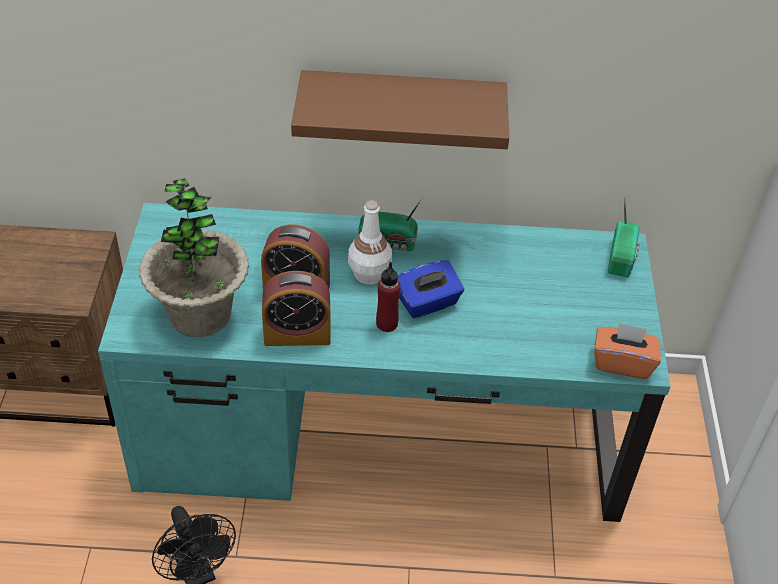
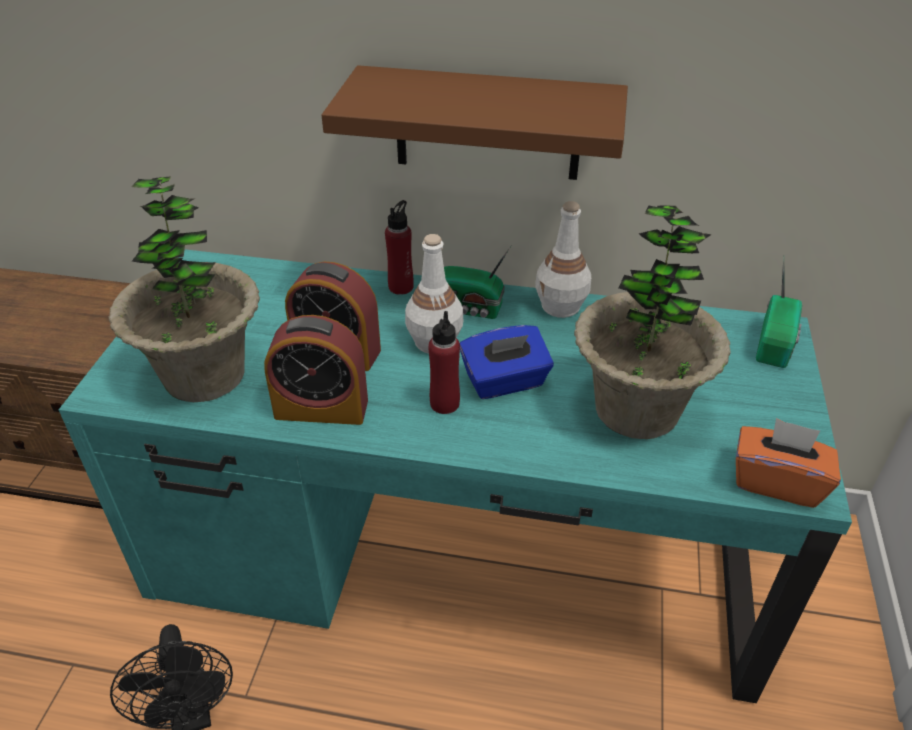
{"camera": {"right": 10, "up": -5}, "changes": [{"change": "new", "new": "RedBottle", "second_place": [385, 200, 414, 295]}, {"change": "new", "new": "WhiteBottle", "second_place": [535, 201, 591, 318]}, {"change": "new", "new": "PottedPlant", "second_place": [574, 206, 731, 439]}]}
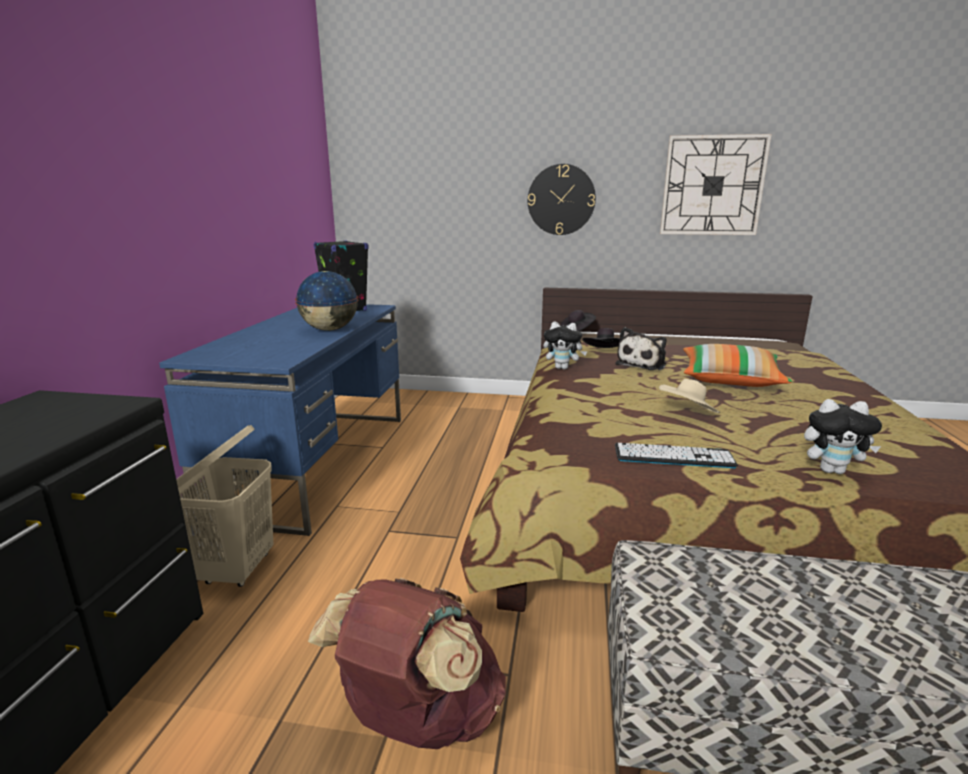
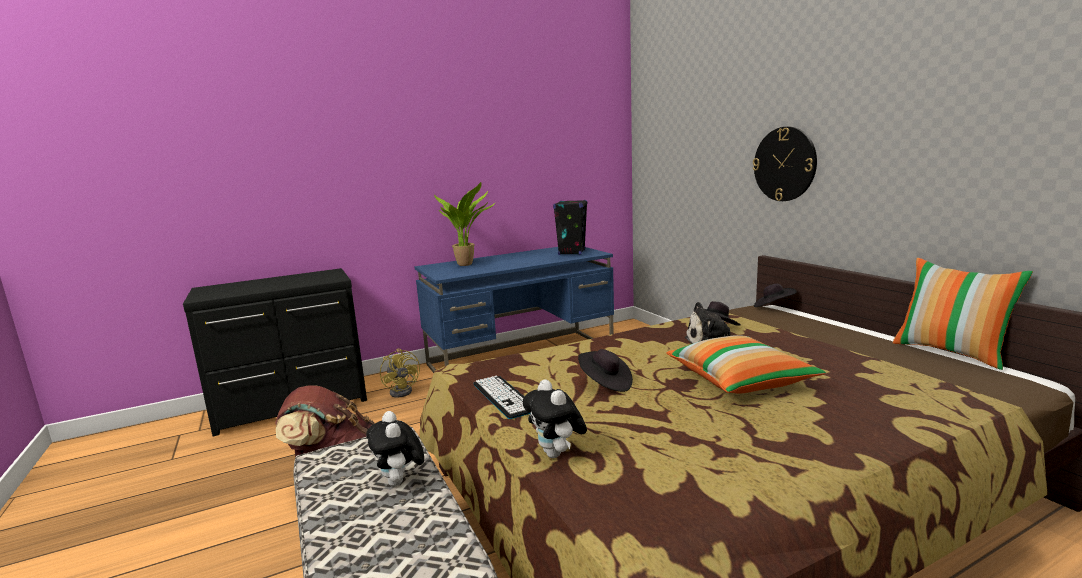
{"camera": {"right": 55, "up": -5}, "changes": [{"change": "gone", "old": "WallClock", "first_place": [660, 134, 771, 235]}, {"change": "gone", "old": "Globe", "first_place": [295, 271, 359, 331]}, {"change": "shifted", "old": "PlushToy", "first_place": [544, 322, 587, 369], "second_place": [366, 411, 424, 486]}, {"change": "repainted", "old": "BeigeHat", "new": "BlackHat", "first_place": [659, 379, 720, 413], "second_place": [578, 349, 633, 392]}, {"change": "swapped", "old": "BeigeLaundryBasket", "new": "YellowFan", "first_place": [176, 425, 273, 587], "second_place": [380, 349, 420, 398]}, {"change": "new", "new": "PottedPlant", "second_place": [434, 182, 496, 266]}, {"change": "new", "new": "Pillow", "second_place": [893, 258, 1033, 370]}]}
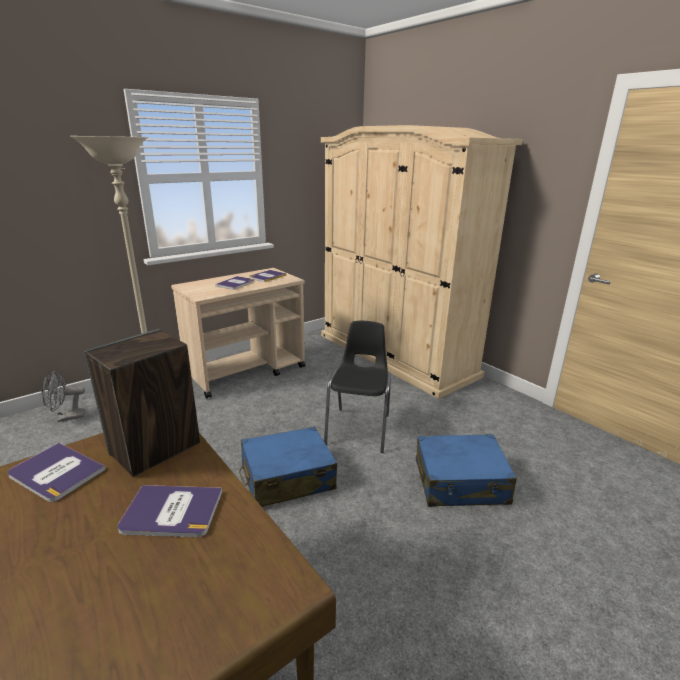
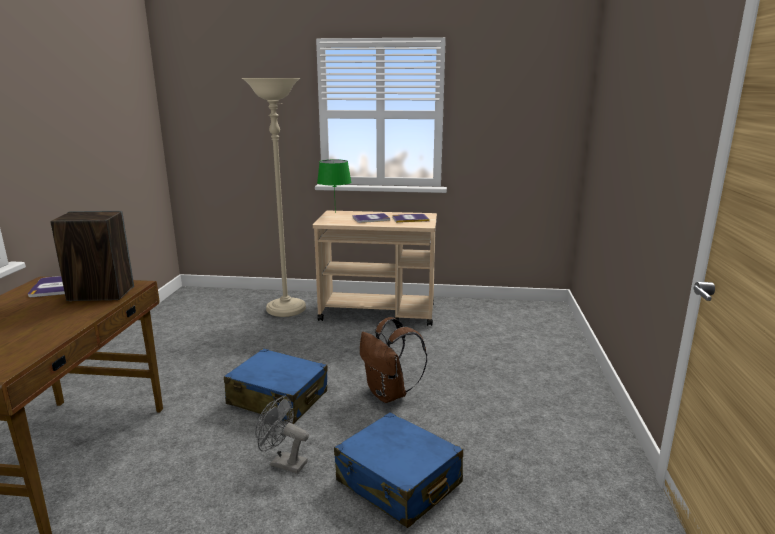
{"camera": {"right": 45, "up": -5}, "changes": [{"change": "gone", "old": "BeigeWardrobe", "first_place": [321, 125, 523, 399]}, {"change": "swapped", "old": "BlackChair", "new": "BrownBackpack", "first_place": [324, 321, 391, 453], "second_place": [360, 317, 427, 403]}, {"change": "shifted", "old": "GreyFan", "first_place": [41, 371, 85, 422], "second_place": [255, 396, 309, 473]}, {"change": "gone", "old": "Book", "first_place": [117, 485, 222, 538]}, {"change": "new", "new": "GreenTableLamp", "second_place": [317, 159, 351, 213]}]}
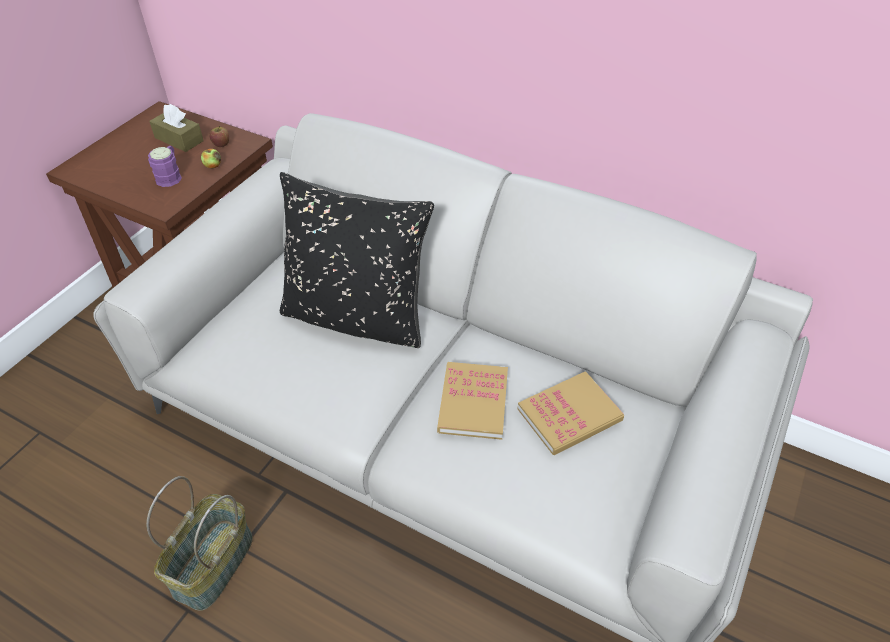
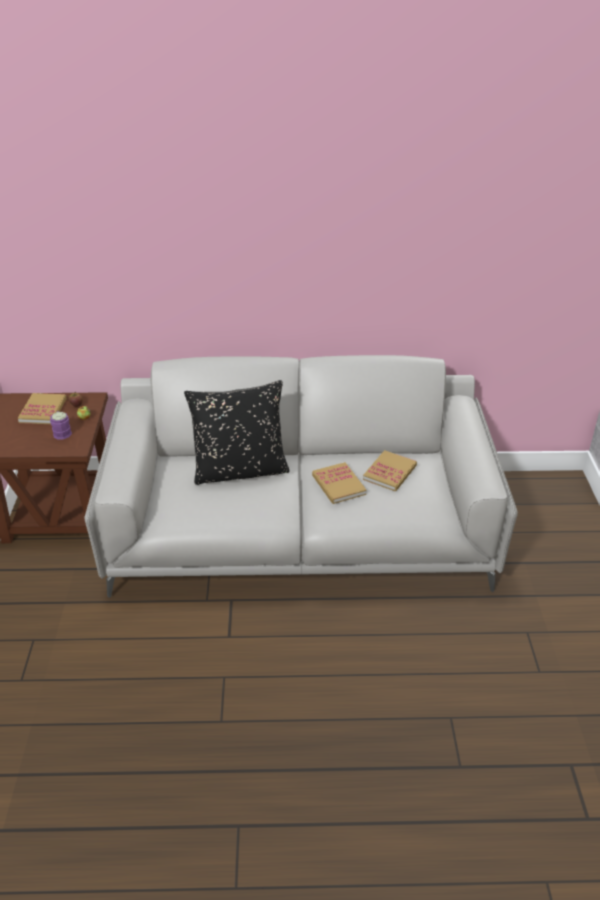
{"camera": {"right": -30, "up": -10}, "changes": [{"change": "swapped", "old": "BrownTissueBox", "new": "Book", "first_place": [149, 104, 204, 152], "second_place": [18, 393, 67, 424]}, {"change": "gone", "old": "Basket", "first_place": [146, 476, 253, 611]}]}
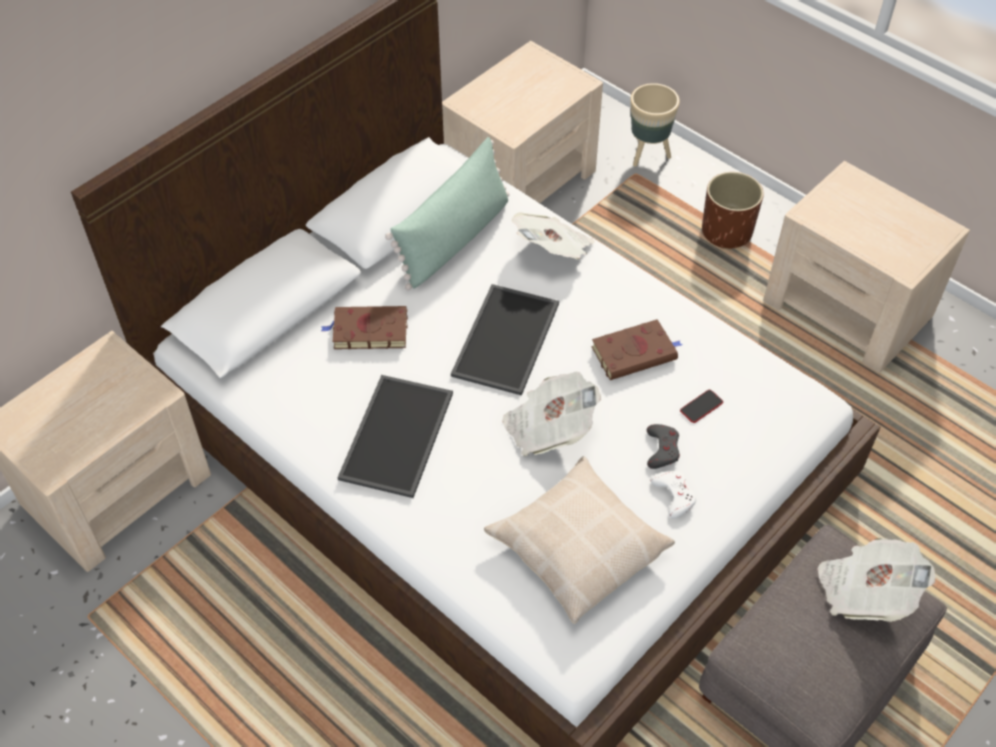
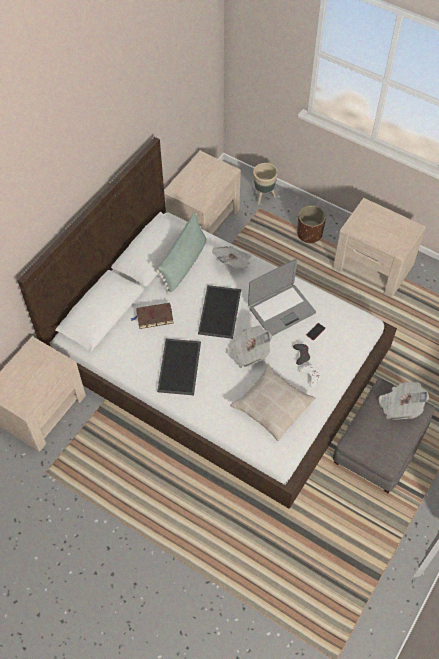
{"camera": {"right": -10, "up": 5}, "changes": [{"change": "swapped", "old": "BrownBook", "new": "Laptop", "first_place": [591, 319, 682, 380], "second_place": [248, 259, 316, 336]}]}
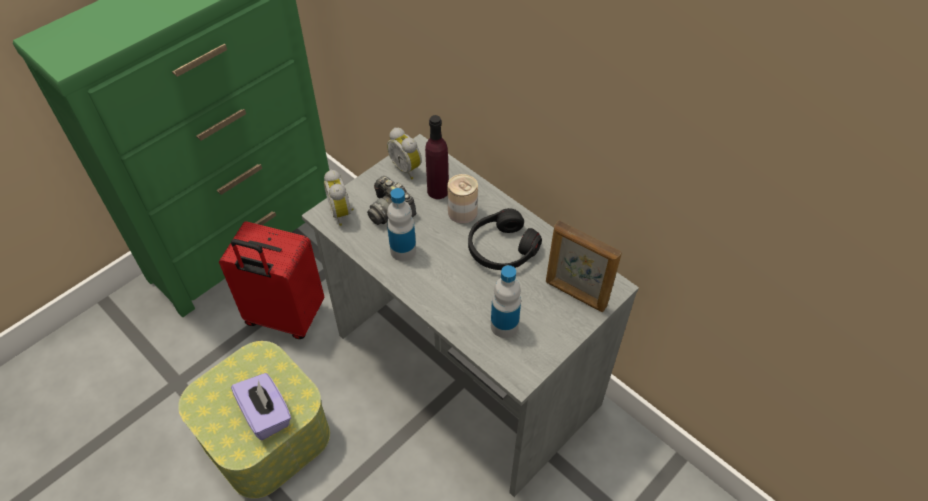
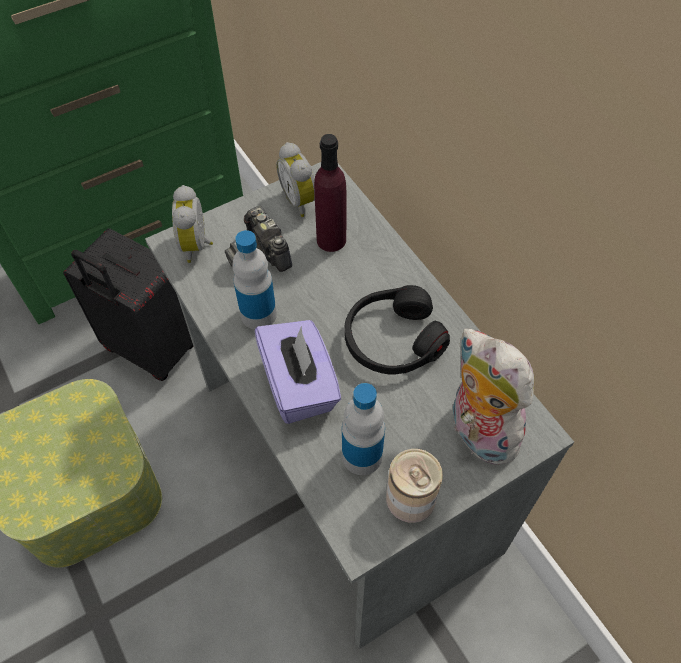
{"camera": {"right": 15, "up": 5}, "changes": [{"change": "shifted", "old": "Can", "first_place": [447, 174, 478, 224], "second_place": [386, 449, 443, 523]}, {"change": "swapped", "old": "PictureFrame", "new": "PlushToy", "first_place": [546, 220, 622, 312], "second_place": [453, 328, 534, 465]}, {"change": "repainted", "old": "RedSuitcase", "new": "BlackSuitcase", "first_place": [219, 221, 324, 339], "second_place": [63, 228, 193, 381]}, {"change": "shifted", "old": "PurpleTissueBox", "first_place": [231, 373, 291, 440], "second_place": [255, 320, 341, 424]}]}
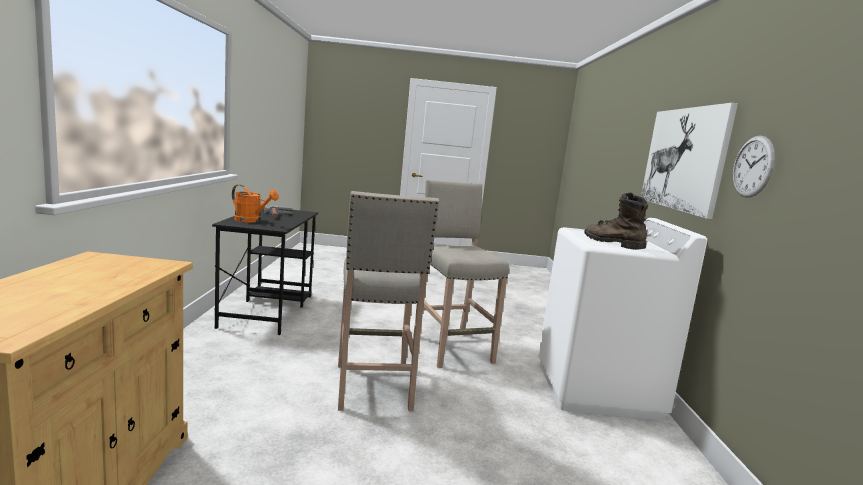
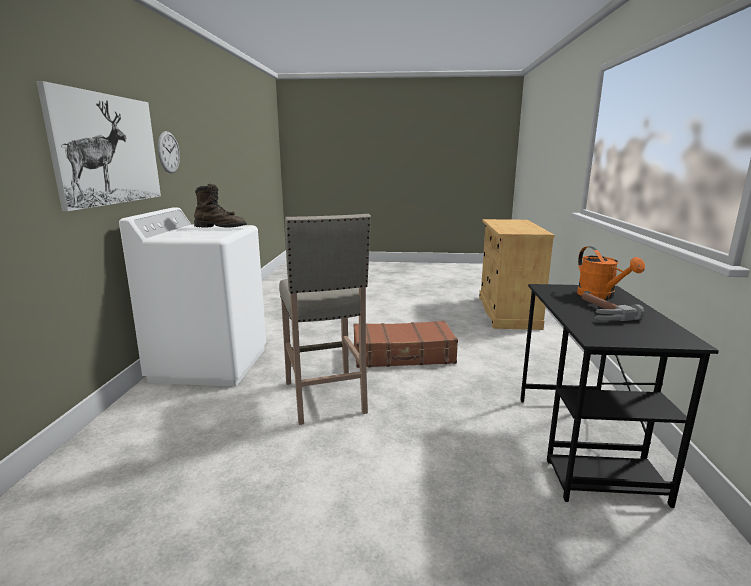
{"camera": {"right": -175, "up": 5}, "changes": [{"change": "rotated", "old": "OrangeWateringCan", "first_place": [232, 185, 279, 223], "second_place": [577, 246, 645, 300], "degrees": -135}, {"change": "swapped", "old": "BeigeStool", "new": "BrownSuitcase", "first_place": [338, 191, 439, 411], "second_place": [353, 321, 458, 368]}, {"change": "rotated", "old": "BrownBoot", "first_place": [584, 193, 648, 250], "second_place": [194, 184, 246, 228], "degrees": -45}]}
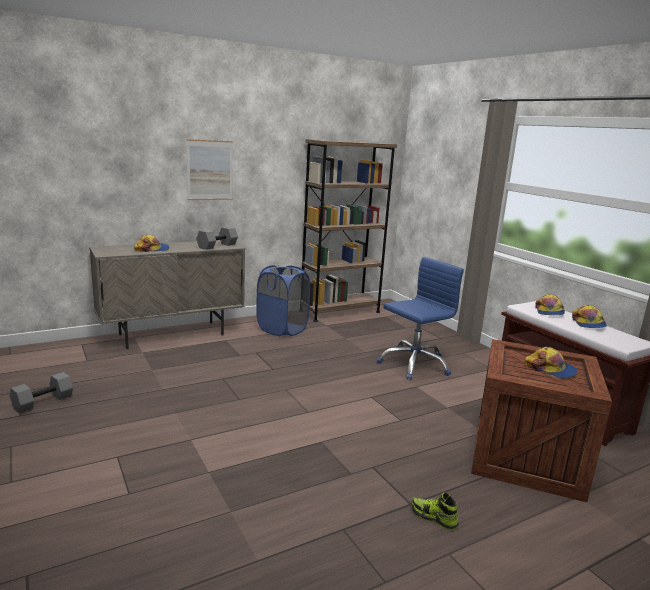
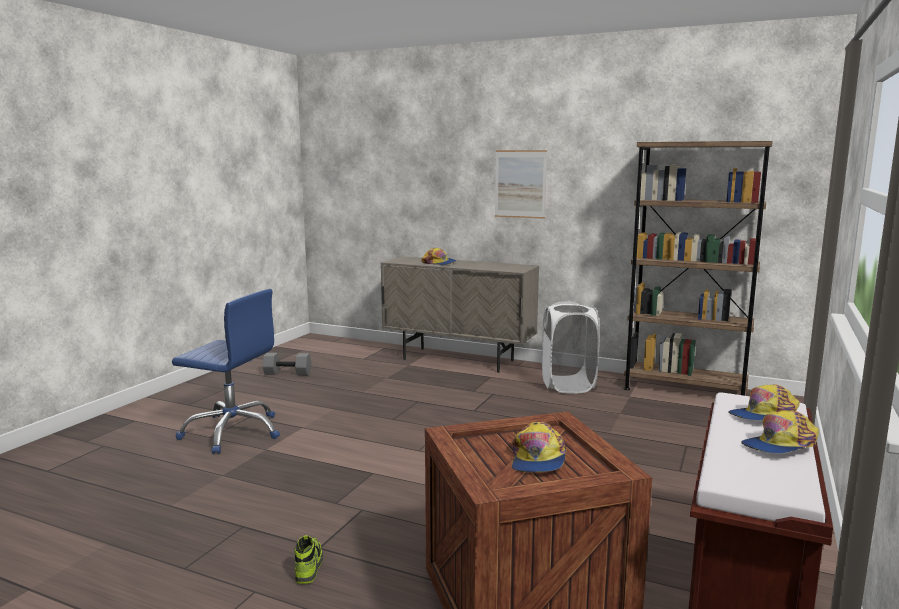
{"camera": {"right": 55, "up": -5}, "changes": [{"change": "gone", "old": "GreyDumbbell", "first_place": [196, 226, 238, 250]}, {"change": "shifted", "old": "BlueOfficeChair", "first_place": [376, 257, 464, 380], "second_place": [172, 289, 280, 454]}, {"change": "repainted", "old": "BlueLaundryBasket", "new": "WhiteLaundryBasket", "first_place": [256, 265, 310, 336], "second_place": [542, 302, 600, 394]}]}
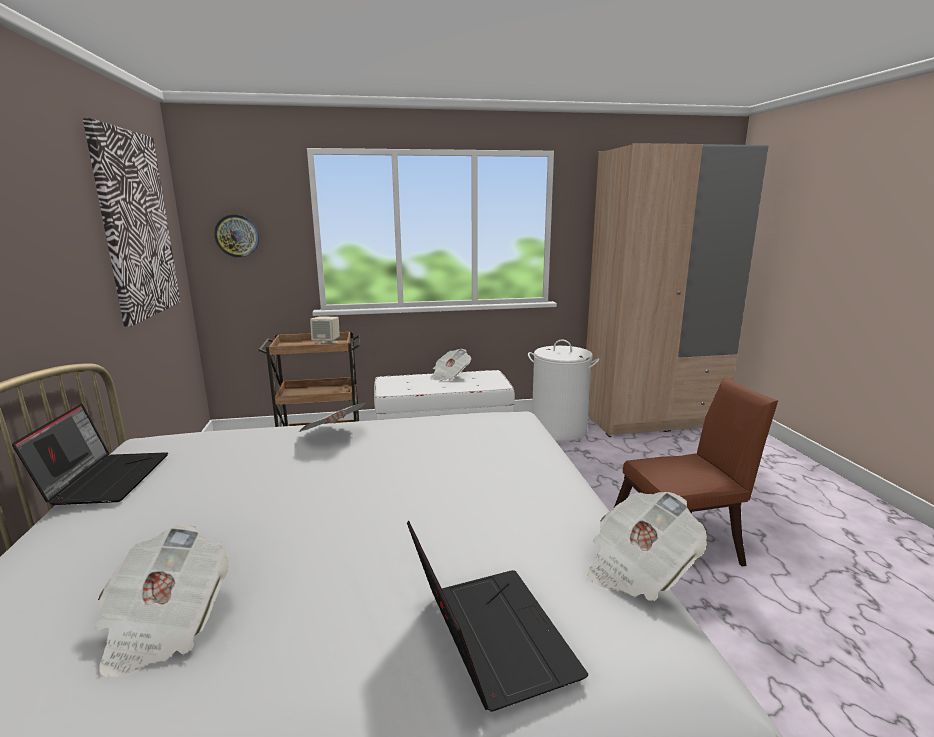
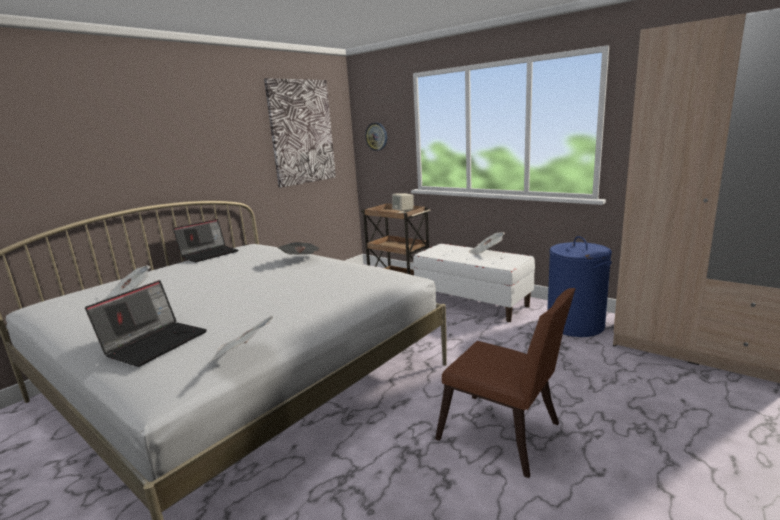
{"camera": {"right": 50, "up": 0}, "changes": [{"change": "repainted", "old": "WhiteLaundryBasket", "new": "BlueLaundryBasket", "first_place": [528, 340, 600, 441], "second_place": [547, 236, 612, 337]}]}
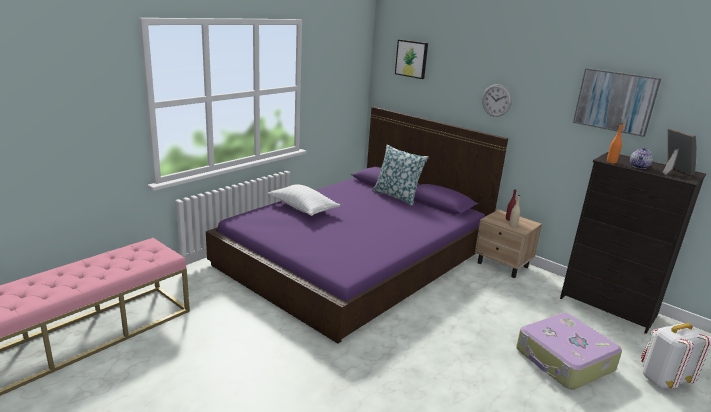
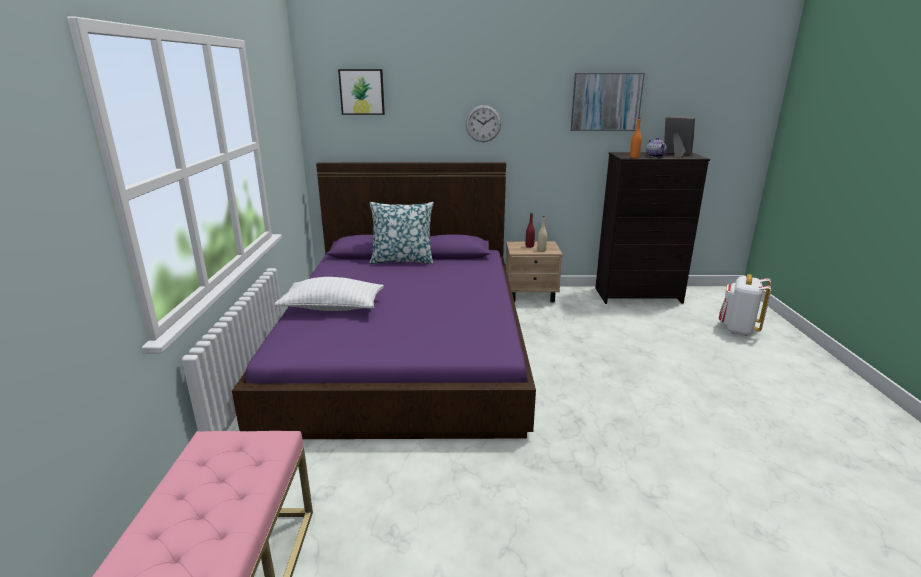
{"camera": {"right": -40, "up": 0}, "changes": [{"change": "gone", "old": "Suitcase", "first_place": [516, 313, 622, 390]}]}
